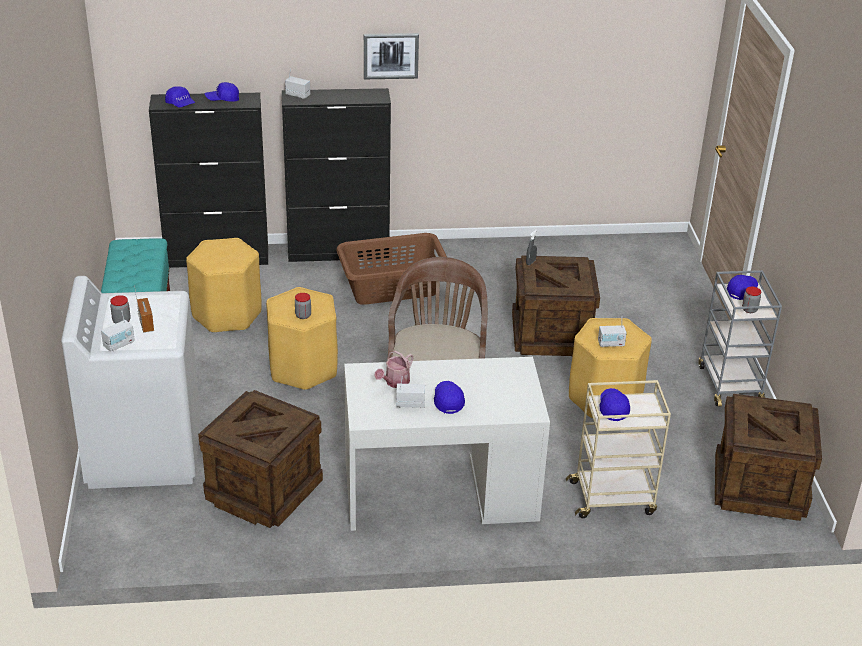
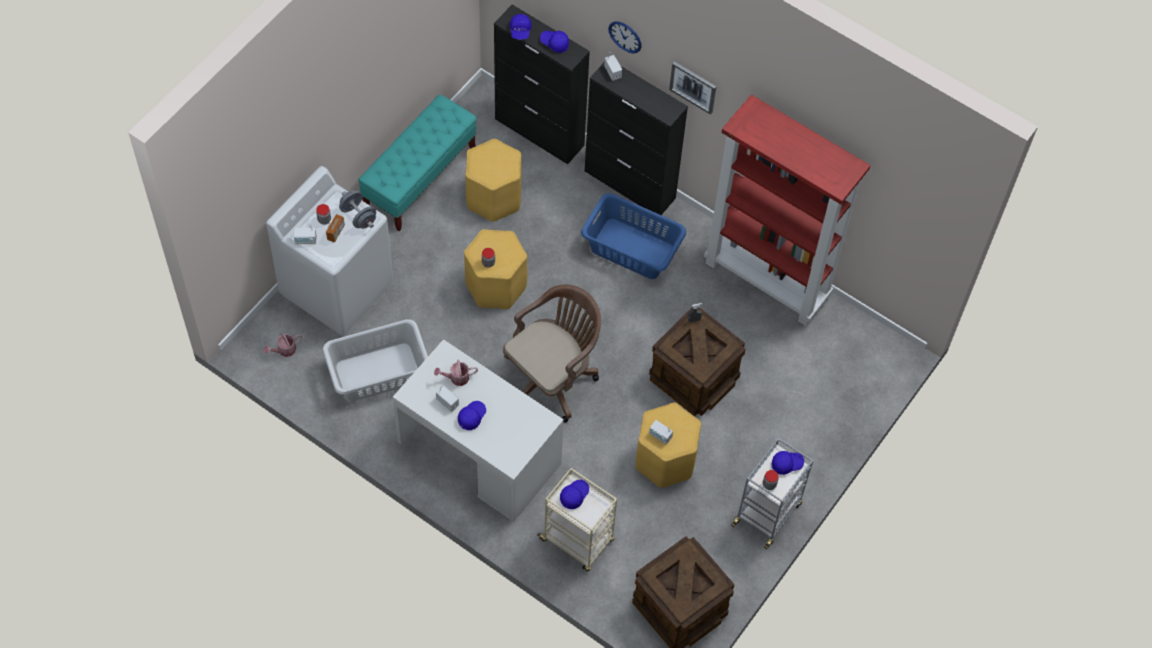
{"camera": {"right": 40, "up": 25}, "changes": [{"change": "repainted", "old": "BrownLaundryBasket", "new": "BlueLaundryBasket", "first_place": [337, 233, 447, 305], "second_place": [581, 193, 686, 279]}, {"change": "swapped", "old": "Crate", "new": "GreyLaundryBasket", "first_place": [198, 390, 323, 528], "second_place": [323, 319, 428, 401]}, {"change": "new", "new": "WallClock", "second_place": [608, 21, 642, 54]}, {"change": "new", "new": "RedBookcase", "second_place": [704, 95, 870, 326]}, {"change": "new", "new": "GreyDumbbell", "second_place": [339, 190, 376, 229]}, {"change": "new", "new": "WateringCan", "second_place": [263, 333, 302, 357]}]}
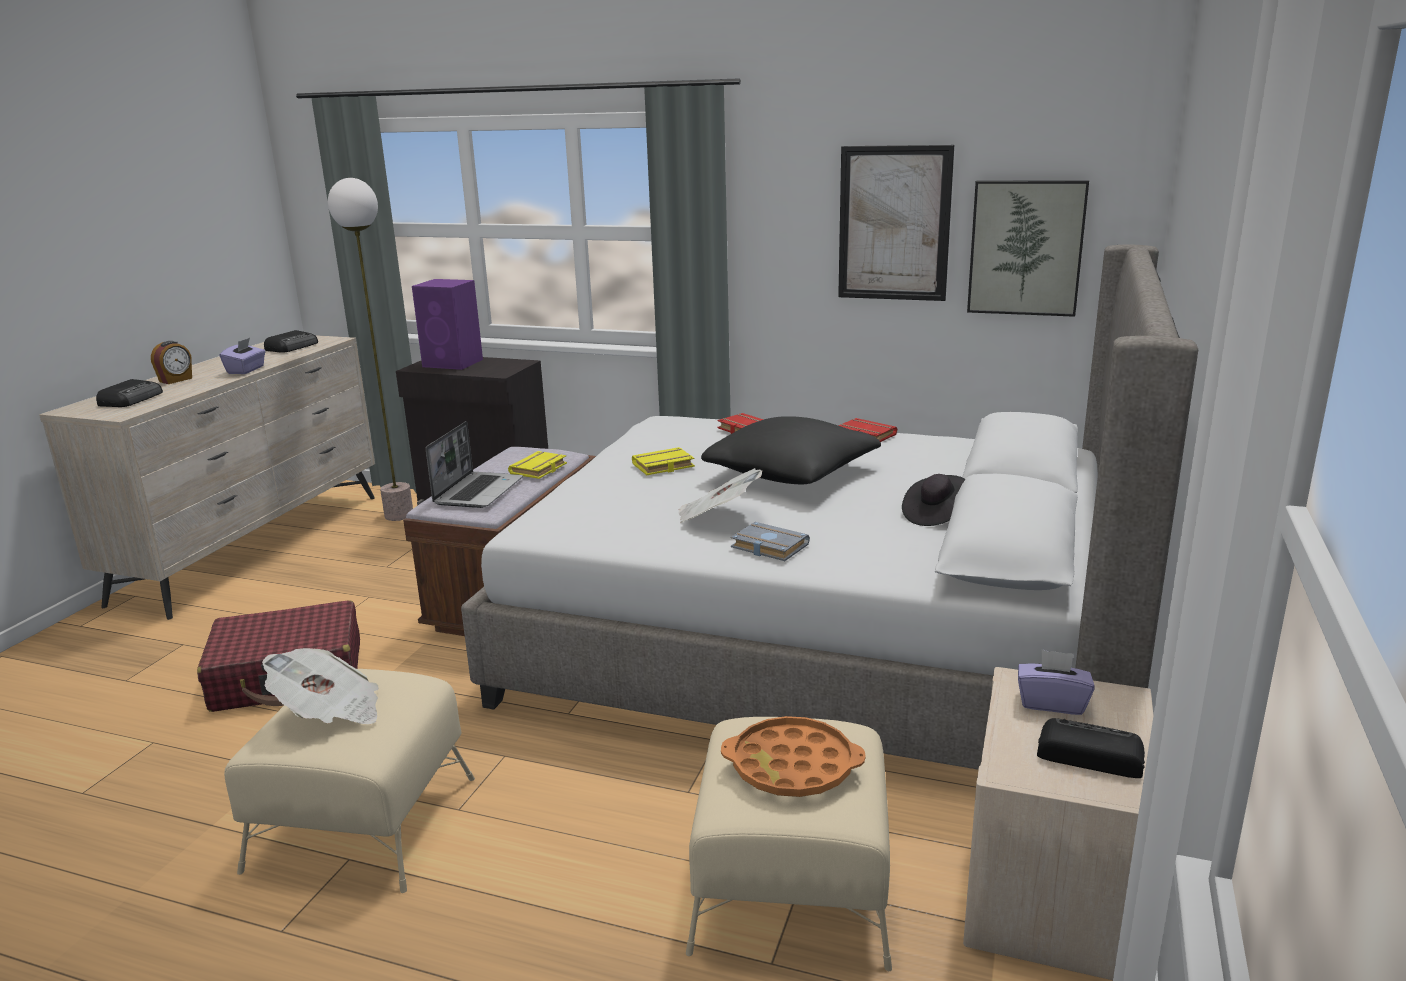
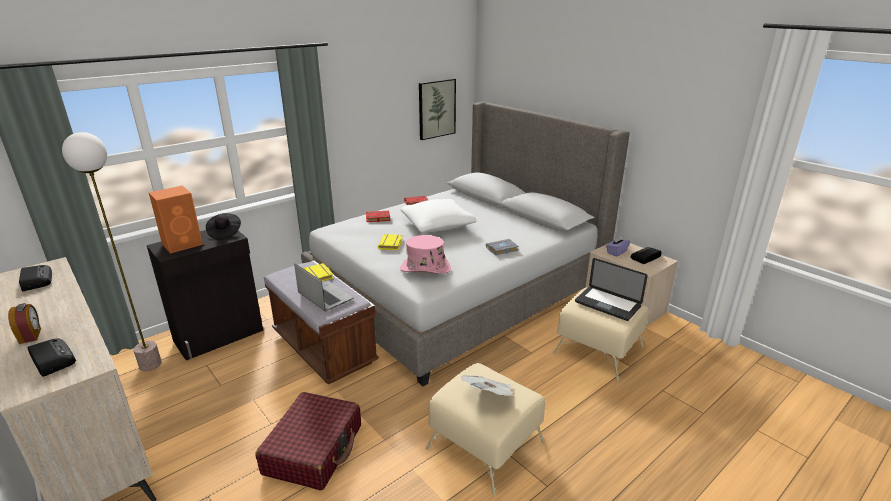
{"camera": {"right": -60, "up": 5}, "changes": [{"change": "gone", "old": "Picture", "first_place": [838, 145, 954, 301]}, {"change": "repainted", "old": "PurpleSpeaker", "new": "OrangeSpeaker", "first_place": [412, 279, 483, 370], "second_place": [149, 186, 203, 253]}, {"change": "gone", "old": "PurpleTissueBox", "first_place": [220, 338, 266, 374]}, {"change": "repainted", "old": "BlackPillow", "new": "WhitePillow", "first_place": [701, 416, 881, 484], "second_place": [400, 199, 476, 233]}, {"change": "gone", "old": "Newspaper", "first_place": [679, 468, 762, 523]}, {"change": "shifted", "old": "BlackHat", "first_place": [902, 474, 966, 526], "second_place": [206, 213, 241, 240]}, {"change": "swapped", "old": "OrangeTray", "new": "Laptop", "first_place": [721, 716, 866, 797], "second_place": [575, 258, 648, 321]}, {"change": "new", "new": "PinkHat", "second_place": [400, 235, 451, 274]}]}
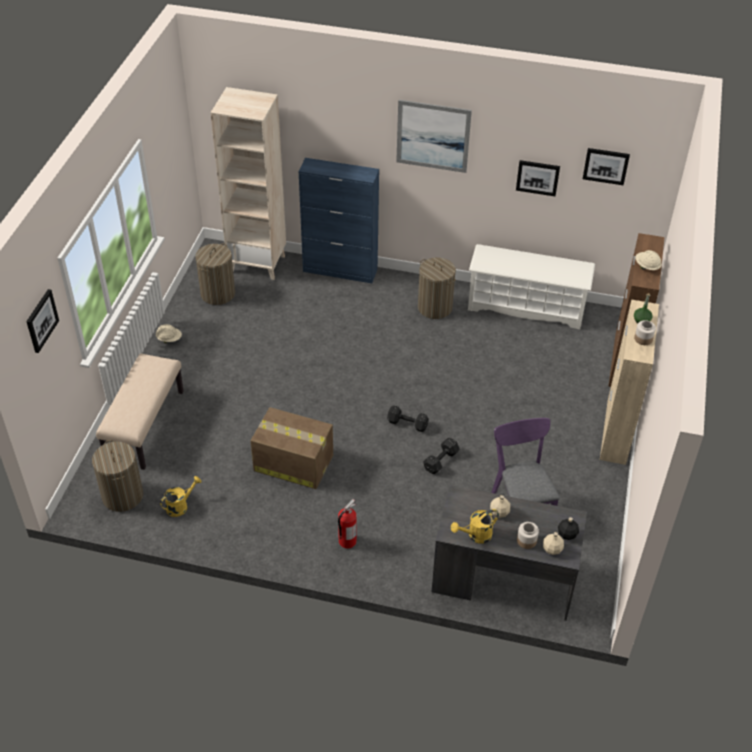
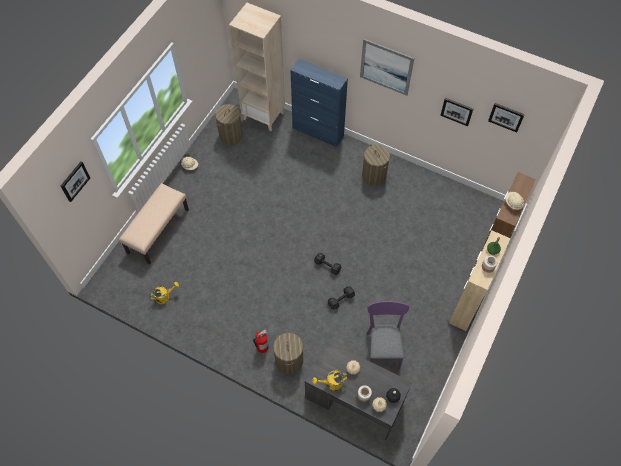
{"camera": {"right": 15, "up": 15}, "changes": [{"change": "gone", "old": "WhiteShoeRack", "first_place": [468, 244, 595, 330]}, {"change": "gone", "old": "CardboardBox", "first_place": [250, 407, 333, 489]}, {"change": "shifted", "old": "LaundryBasket", "first_place": [92, 440, 143, 512], "second_place": [273, 330, 303, 374]}]}
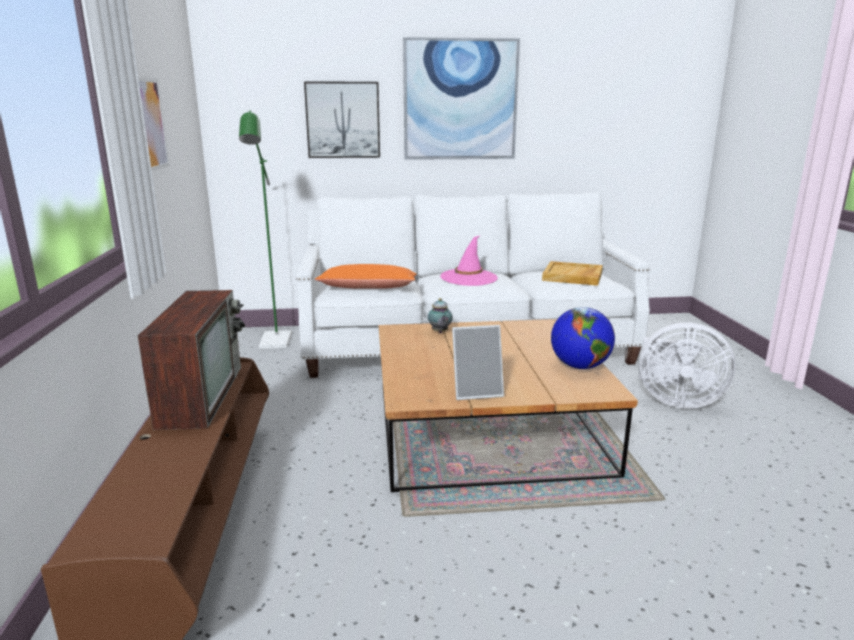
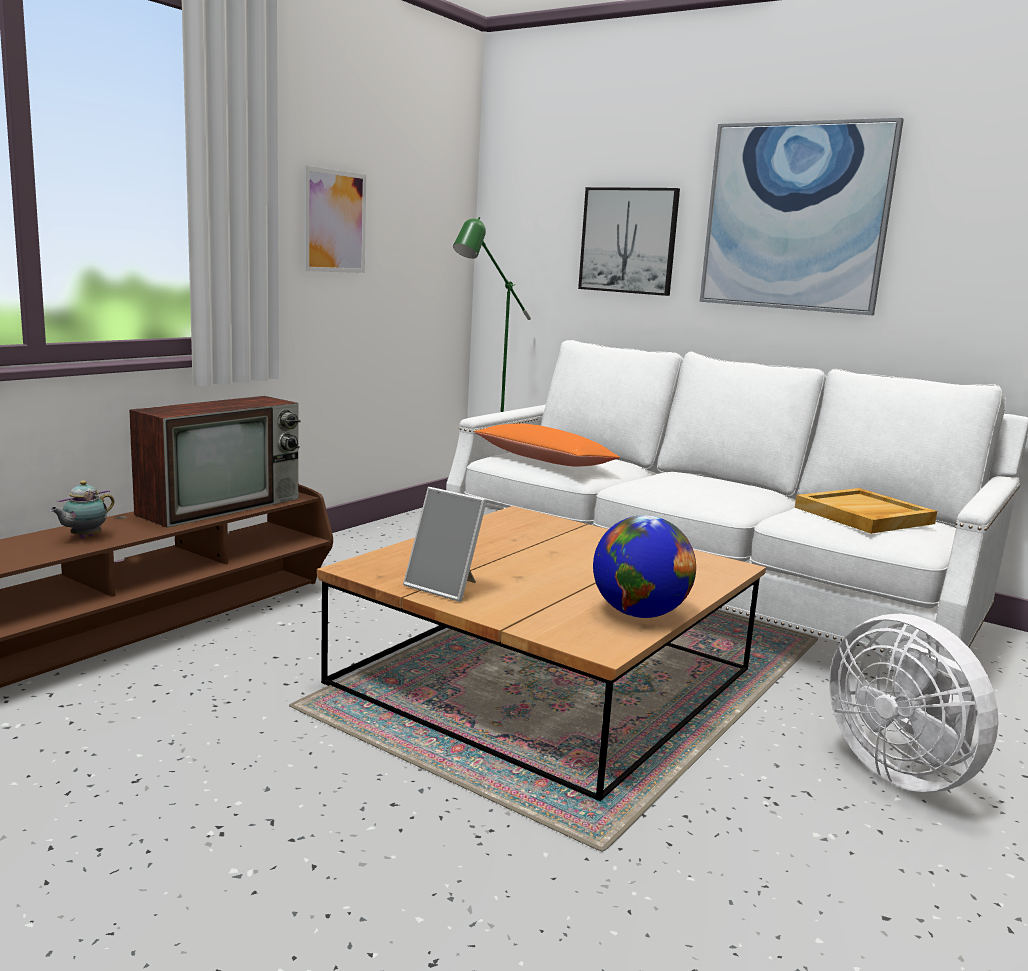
{"camera": {"right": 40, "up": -5}, "changes": [{"change": "gone", "old": "PinkHat", "first_place": [440, 236, 498, 286]}, {"change": "shifted", "old": "Teapot", "first_place": [428, 298, 453, 333], "second_place": [50, 480, 115, 538]}]}
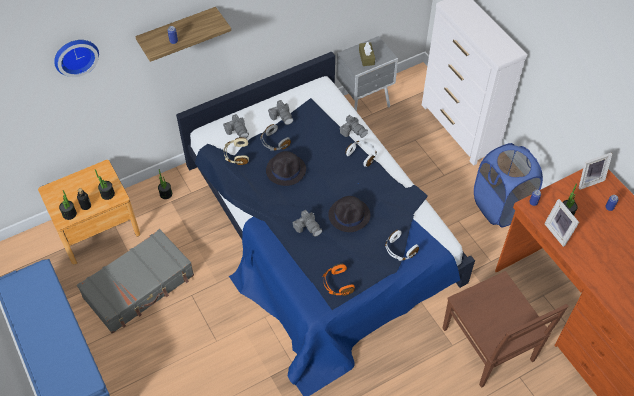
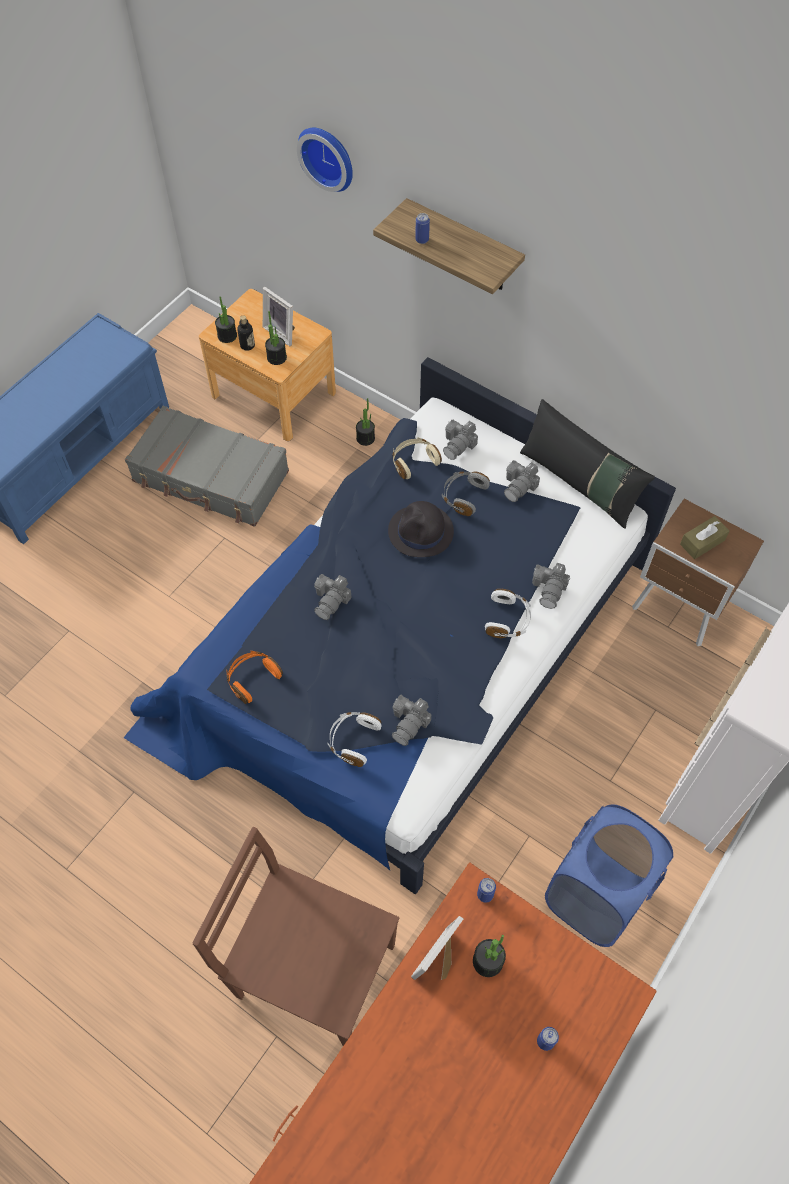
{"camera": {"right": 65, "up": 5}, "changes": [{"change": "repainted", "old": "GreyNightstand", "new": "BrownNightstand", "first_place": [336, 36, 398, 112], "second_place": [632, 499, 764, 646]}, {"change": "shifted", "old": "PictureFrame", "first_place": [578, 153, 612, 190], "second_place": [263, 287, 295, 346]}, {"change": "gone", "old": "BlackHat", "first_place": [328, 196, 370, 232]}, {"change": "rotated", "old": "BrownChair", "first_place": [443, 271, 568, 388], "second_place": [192, 827, 399, 1046], "degrees": 75}, {"change": "new", "new": "BlackPillow", "second_place": [520, 399, 655, 529]}, {"change": "new", "new": "PhotoCamera", "second_place": [392, 695, 431, 746]}]}
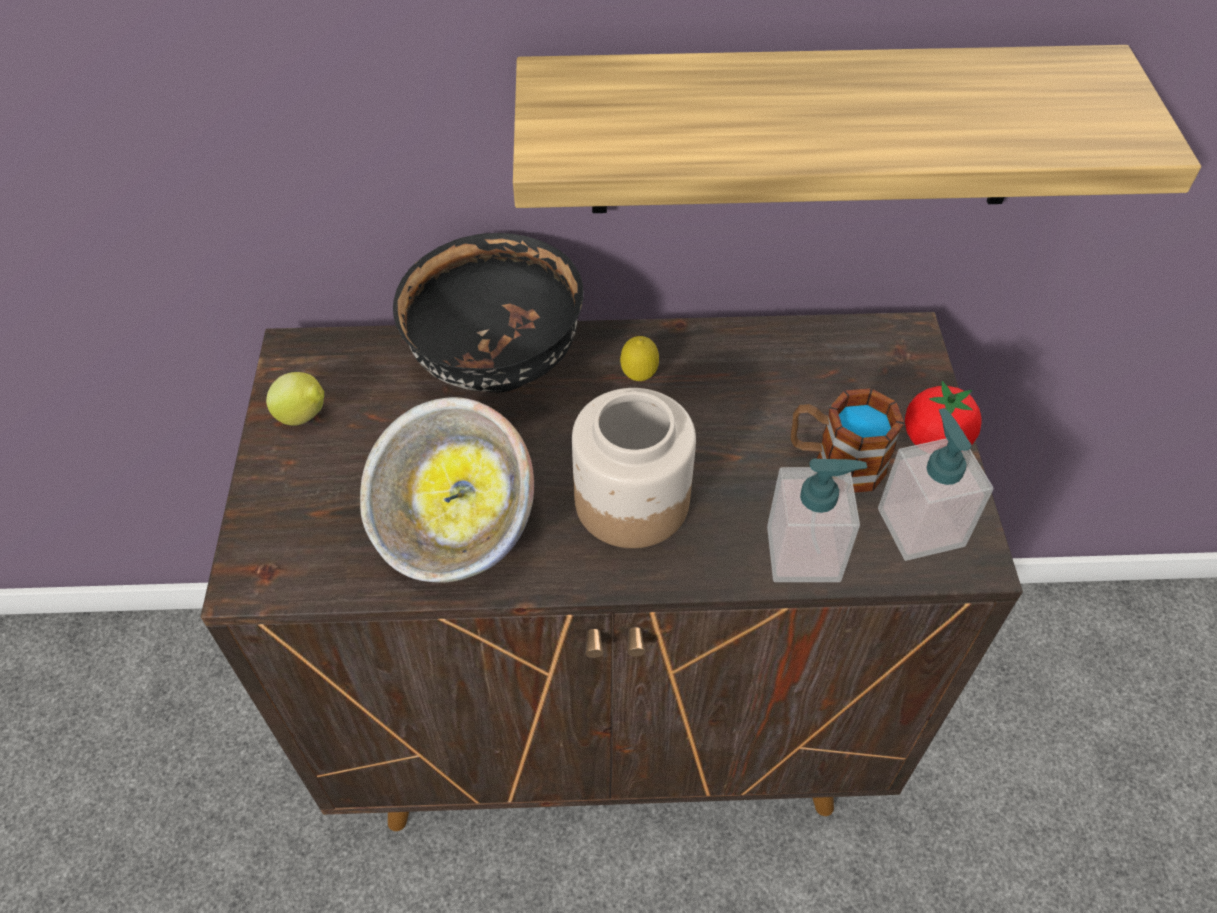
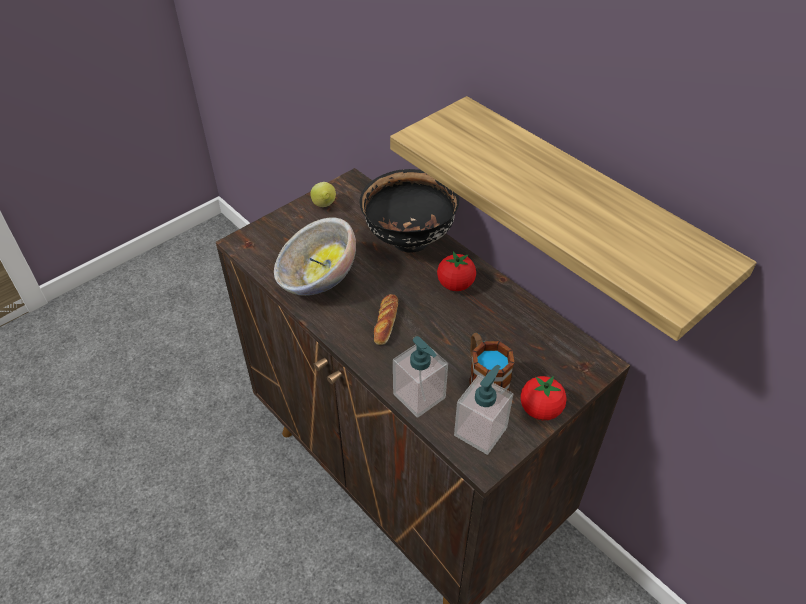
{"camera": {"right": 50, "up": -5}, "changes": [{"change": "swapped", "old": "Lemon", "new": "Tomato", "first_place": [620, 336, 659, 381], "second_place": [437, 251, 476, 291]}, {"change": "swapped", "old": "Jar", "new": "Bread", "first_place": [572, 388, 696, 548], "second_place": [374, 294, 398, 345]}]}
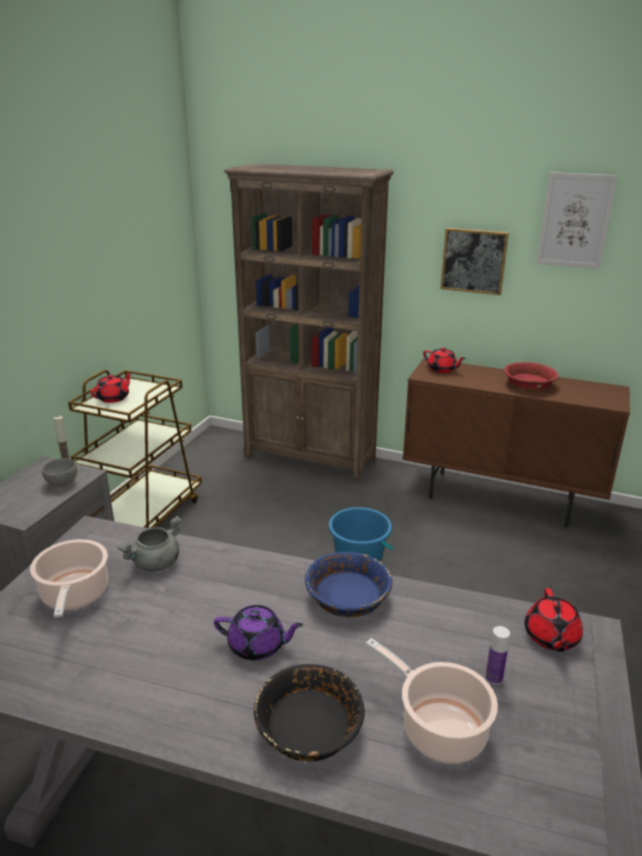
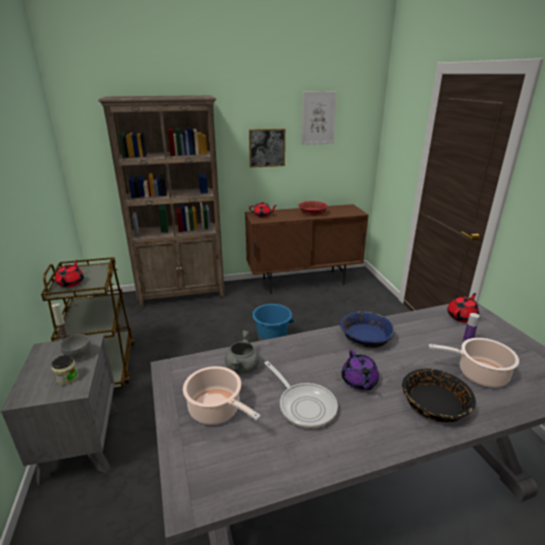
{"camera": {"right": -35, "up": 0}, "changes": [{"change": "rotated", "old": "RedTeapot", "first_place": [525, 588, 583, 652], "second_place": [447, 293, 479, 323], "degrees": -105}, {"change": "rotated", "old": "PurpleTeapot", "first_place": [214, 605, 303, 660], "second_place": [341, 350, 379, 390], "degrees": 105}, {"change": "new", "new": "Jar", "second_place": [52, 355, 79, 385]}, {"change": "new", "new": "FryingPan", "second_place": [264, 361, 338, 428]}]}
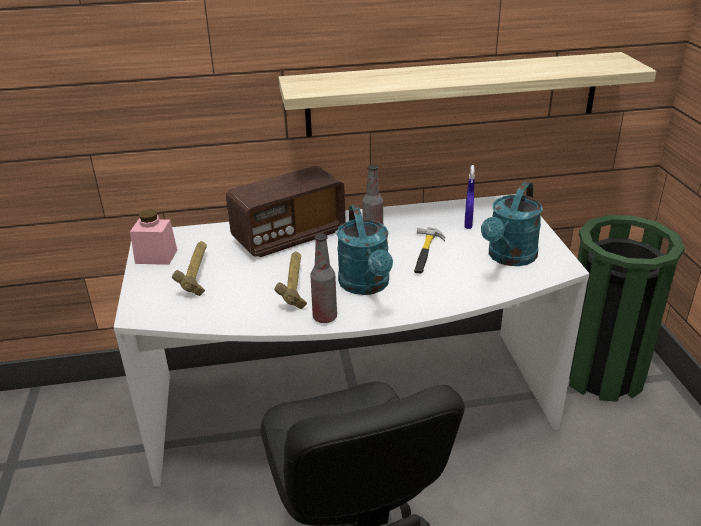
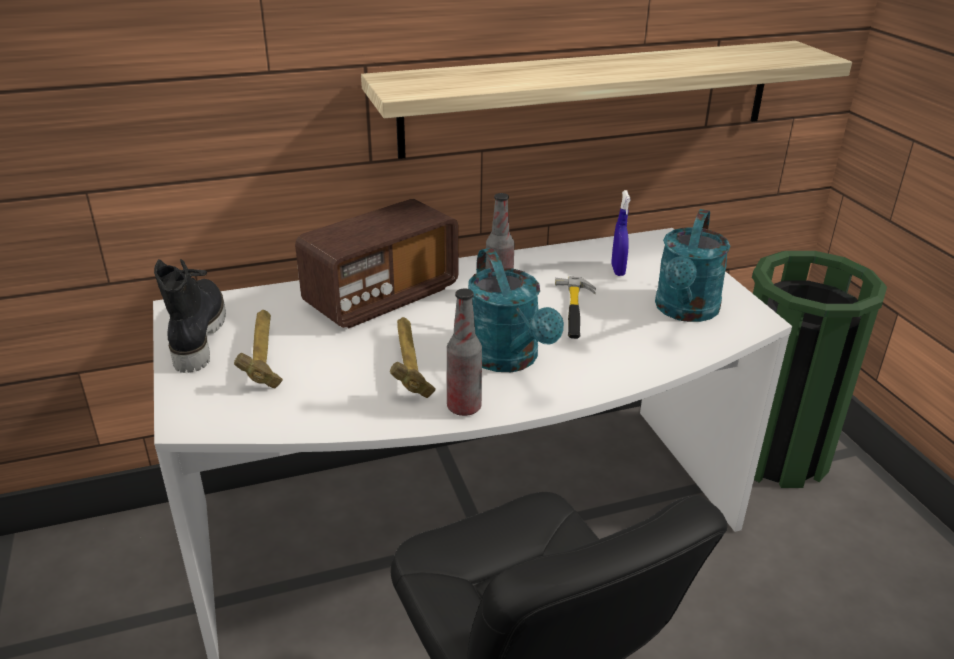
{"camera": {"right": -10, "up": 0}, "changes": [{"change": "swapped", "old": "PinkJar", "new": "BlackBoot", "first_place": [130, 209, 177, 265], "second_place": [154, 259, 226, 373]}]}
